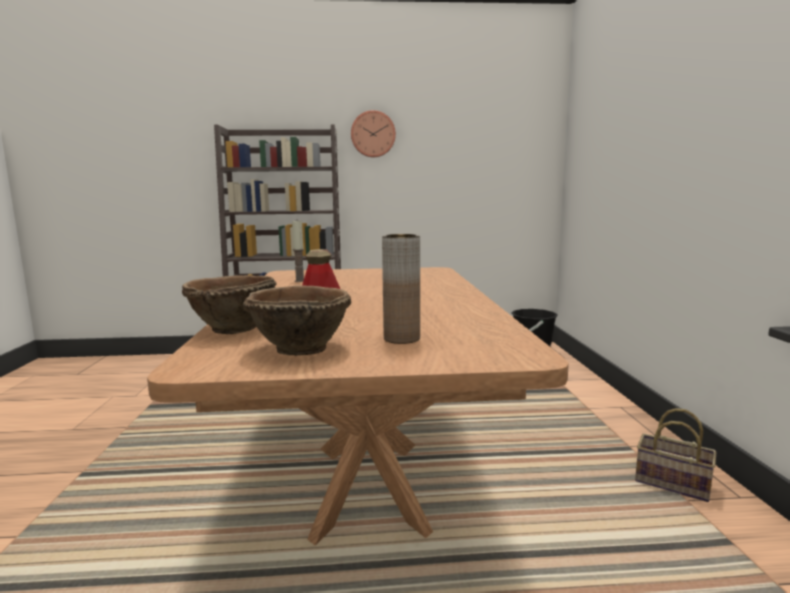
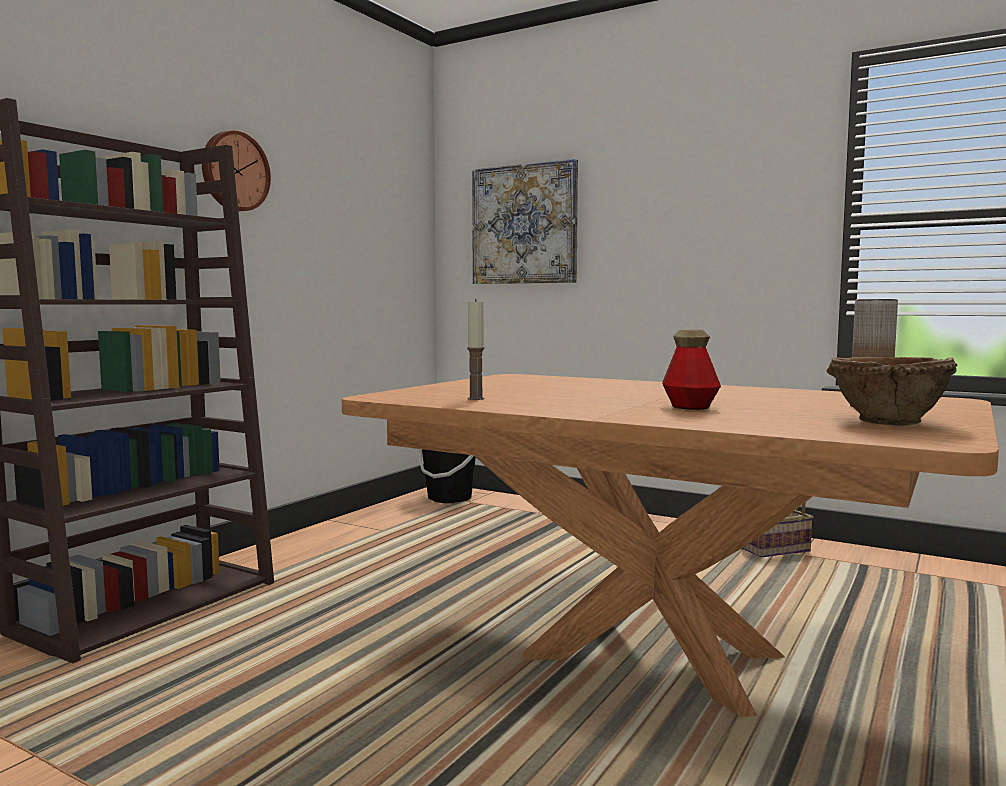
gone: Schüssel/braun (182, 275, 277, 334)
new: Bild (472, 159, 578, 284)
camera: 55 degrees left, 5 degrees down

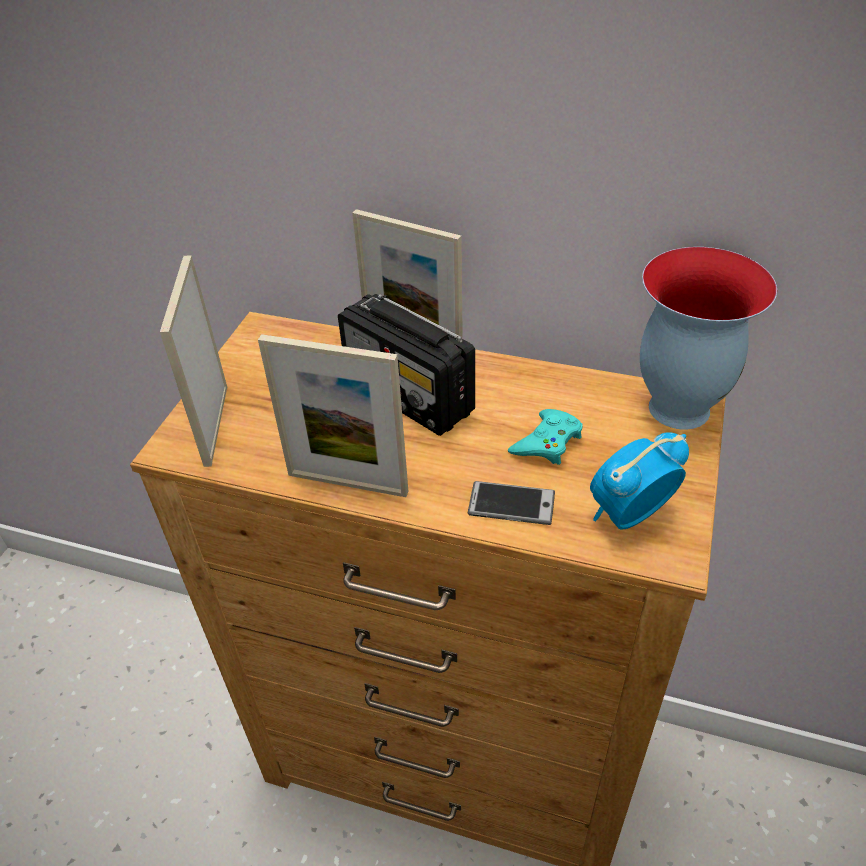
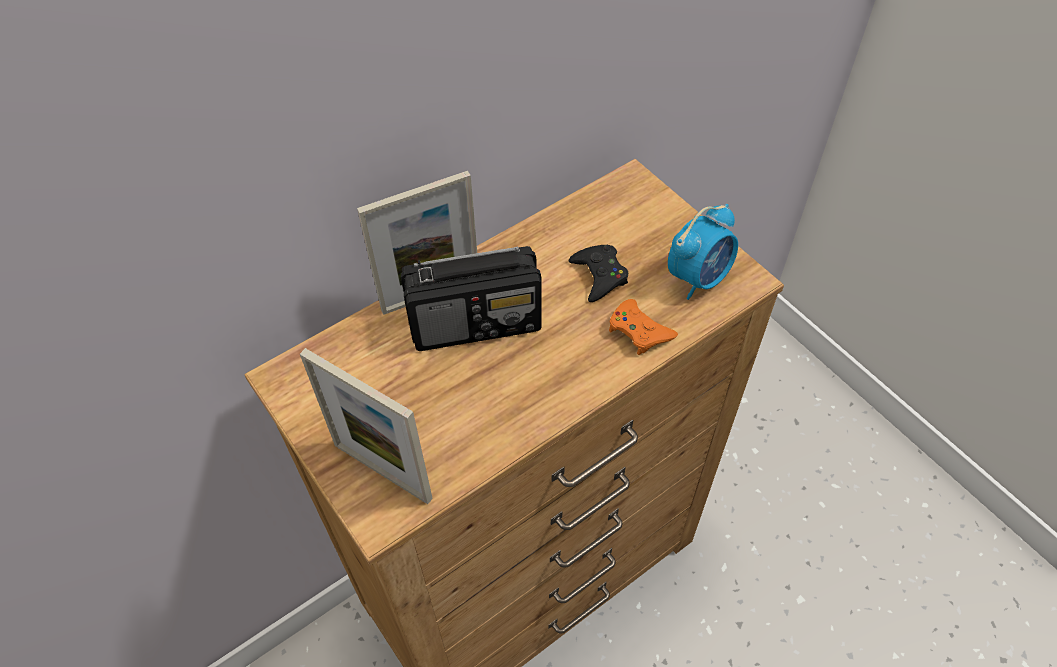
gone: Bilderrahmen (258, 334, 408, 497); Vase (640, 247, 777, 430)
swapped: Handy (468, 481, 555, 525) to Gamepad/orange (609, 299, 678, 355)
repainted: Gamepad/türkis (508, 409, 583, 465) to Gamepad/schwarz (569, 245, 628, 302)
rotated: Wecker (590, 432, 689, 529) = (668, 204, 738, 300) 135 degrees counterclockwise
camera: 55 degrees left, 10 degrees up

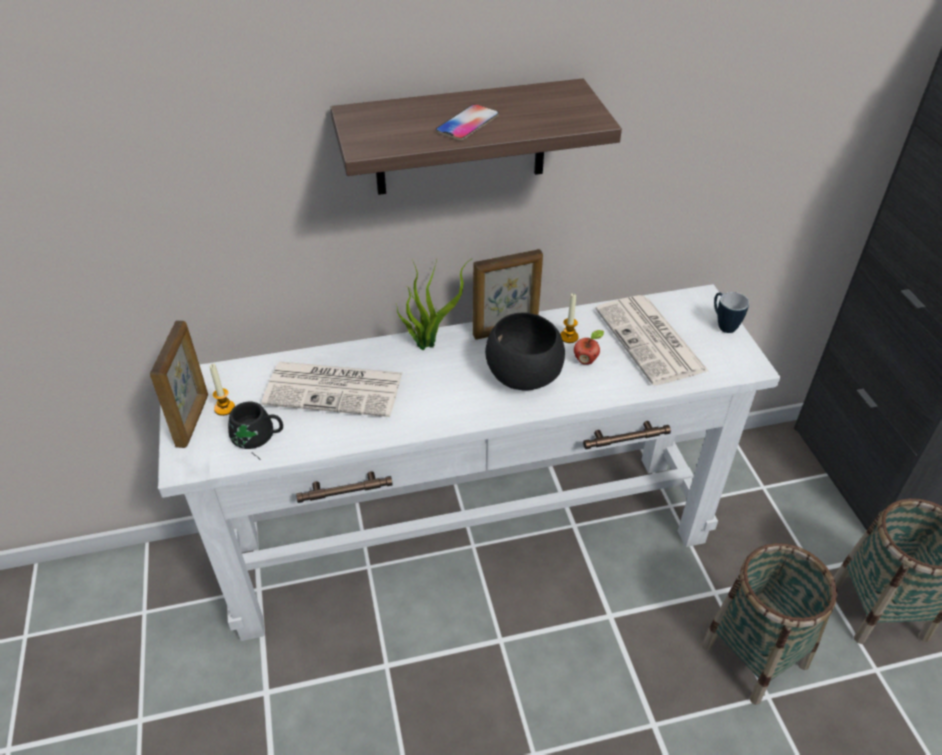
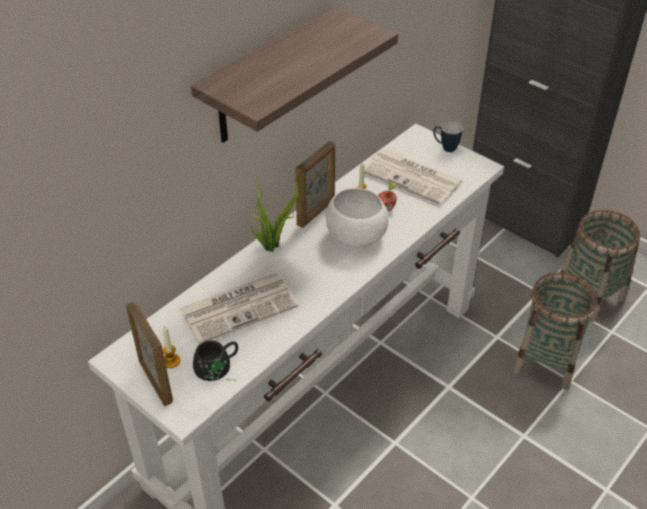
gone: Handy (436, 104, 499, 140)
repainted: Schüssel/schwarz (485, 312, 565, 390) to Schüssel/weiß (326, 188, 389, 248)
camera: 35 degrees left, 0 degrees up

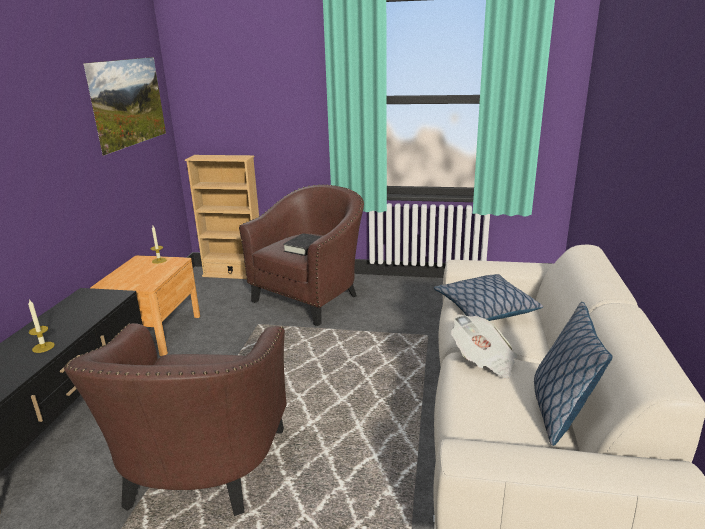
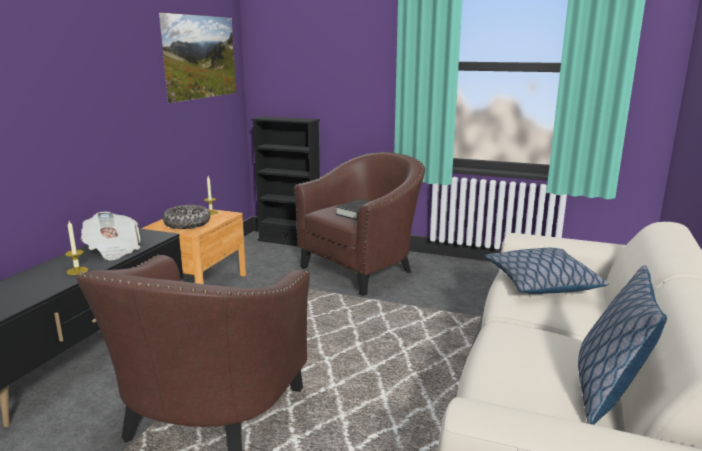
new: Schüssel (163, 205, 210, 229)
shifted: Zeitung (451, 314, 517, 379) to (81, 211, 141, 261)
repainted: Bücherregal/beige (185, 155, 259, 279) to Bücherregal/schwarz (251, 116, 320, 246)
camera: 10 degrees right, 5 degrees down

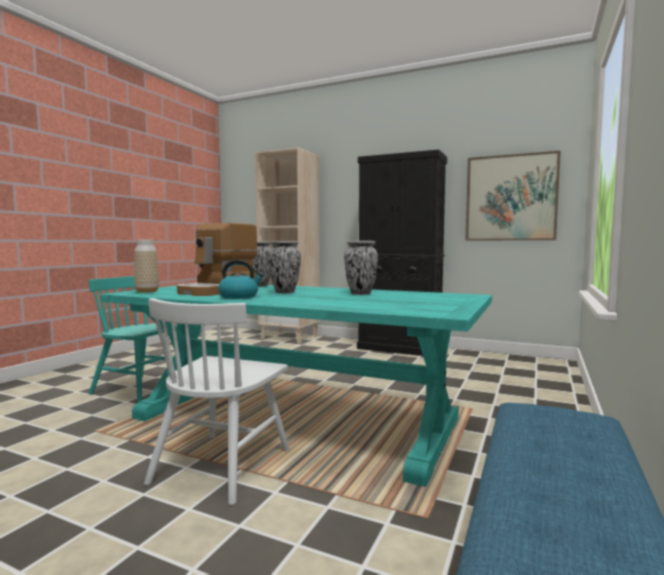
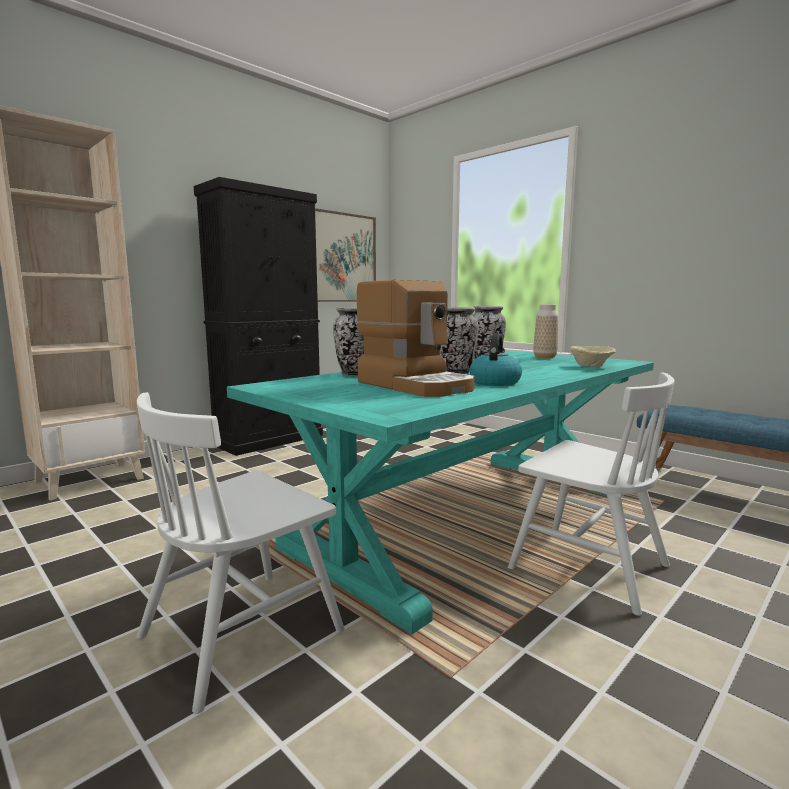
new: Schüssel/beige (570, 346, 616, 367)
shifted: Vase (134, 240, 159, 293) to (533, 304, 558, 359)
repainted: Stuhl/türkis (88, 276, 177, 403) to Stuhl/weiß (137, 392, 345, 714)
camera: 70 degrees left, 5 degrees up

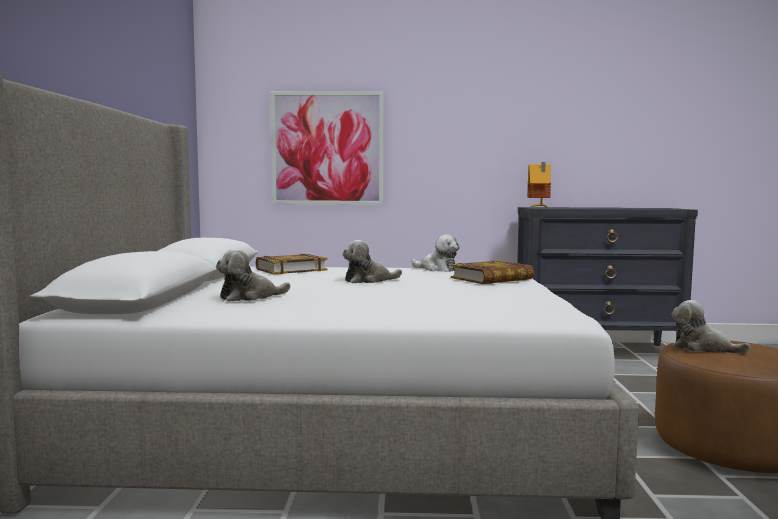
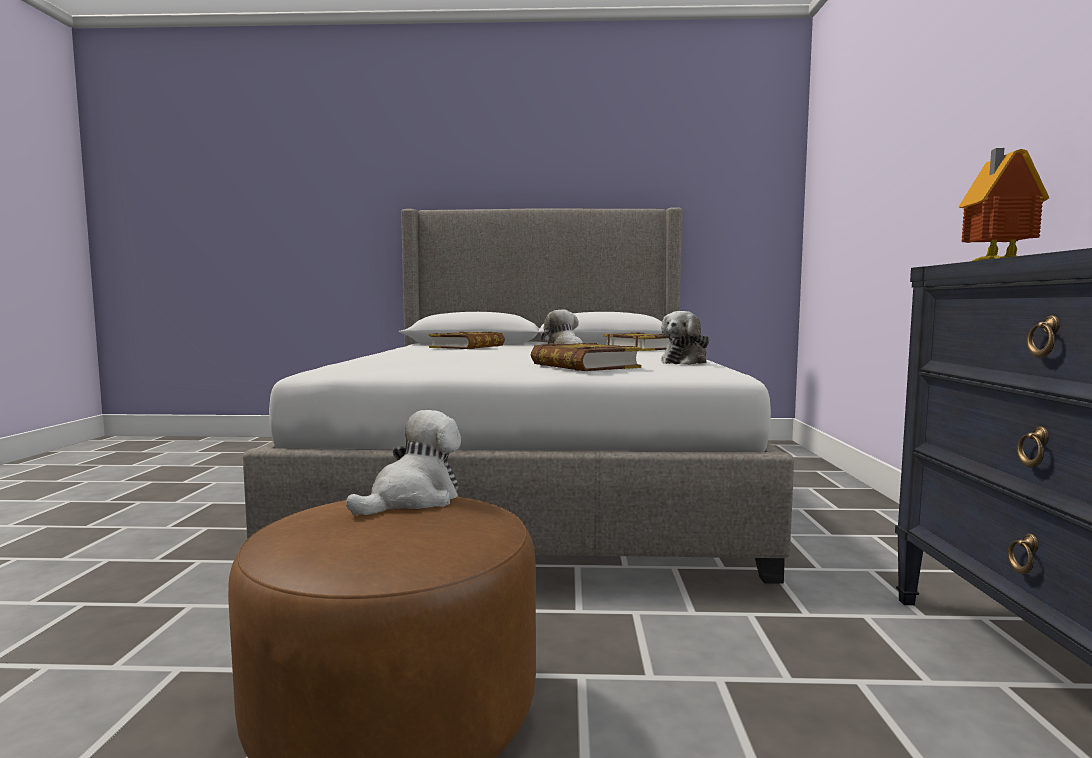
gone: Bild (270, 91, 384, 205)
swapped: Plüschtier (216, 248, 291, 302) to Buch (429, 331, 505, 349)
camera: 90 degrees right, 0 degrees up

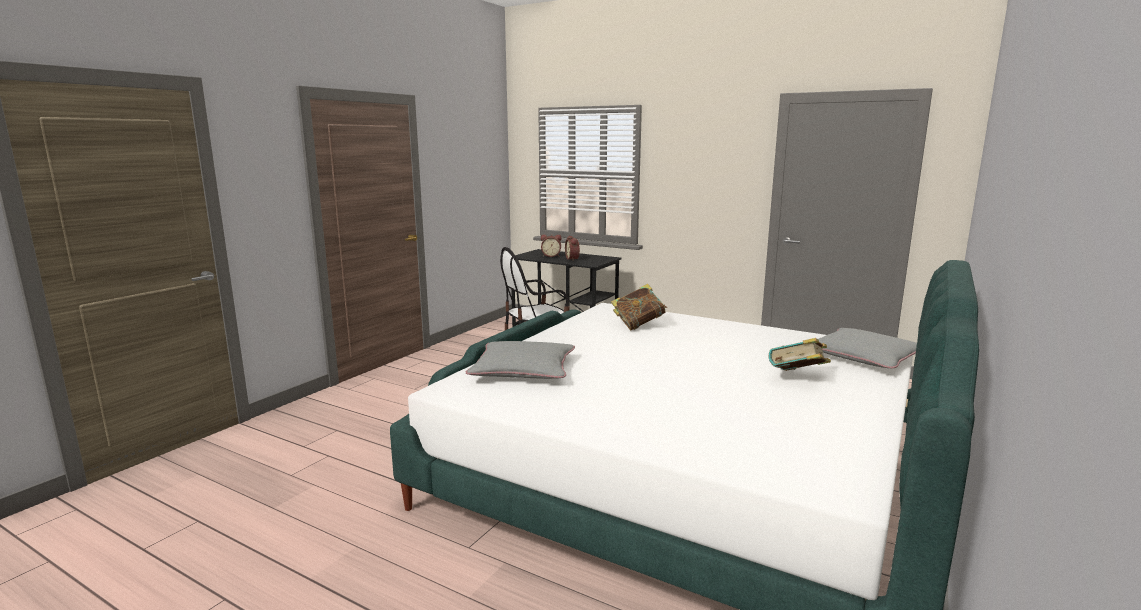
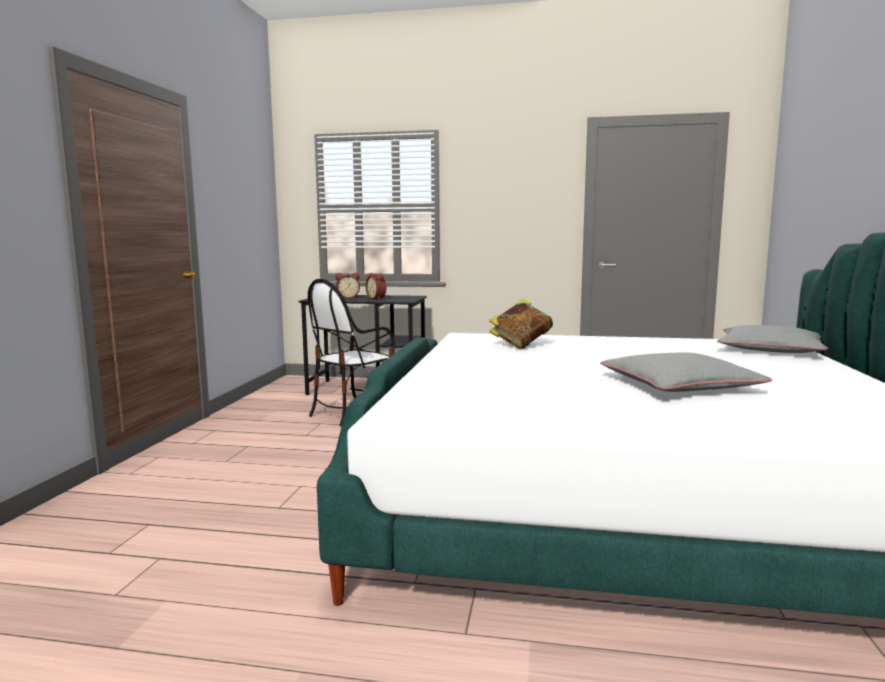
gone: Buch (769, 338, 831, 371)
shifted: Kissen/grau (466, 341, 575, 379) to (600, 352, 772, 392)
camera: 20 degrees left, 5 degrees down

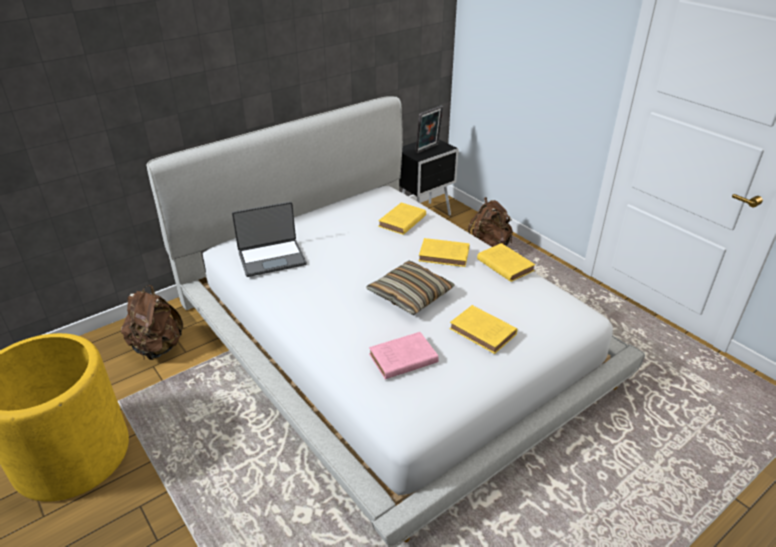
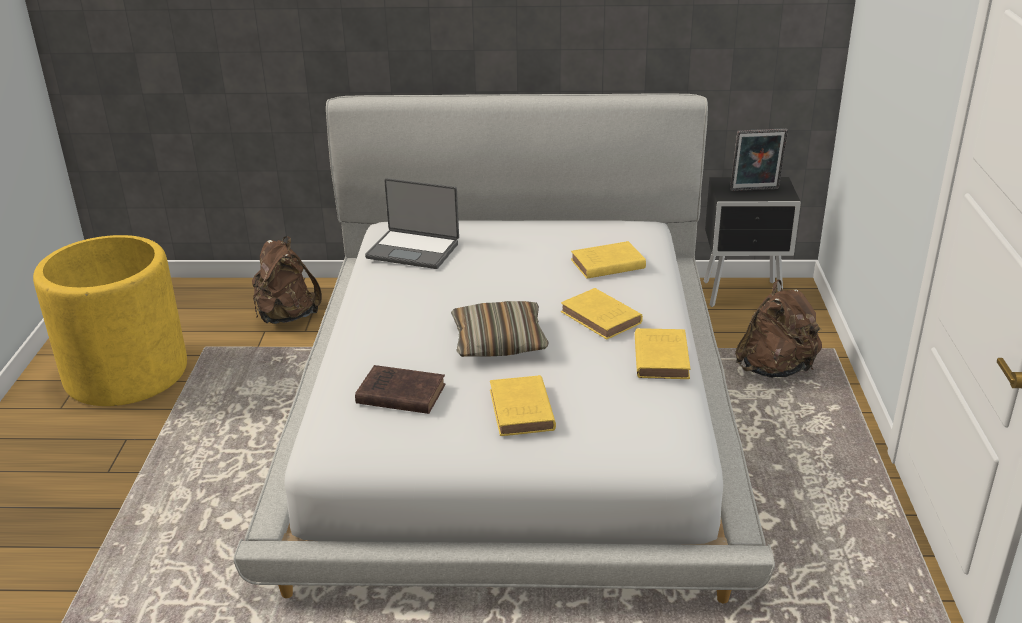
repainted: Buch/rosa (369, 332, 439, 379) to Buch/braun (355, 365, 445, 414)
camera: 40 degrees right, 5 degrees down

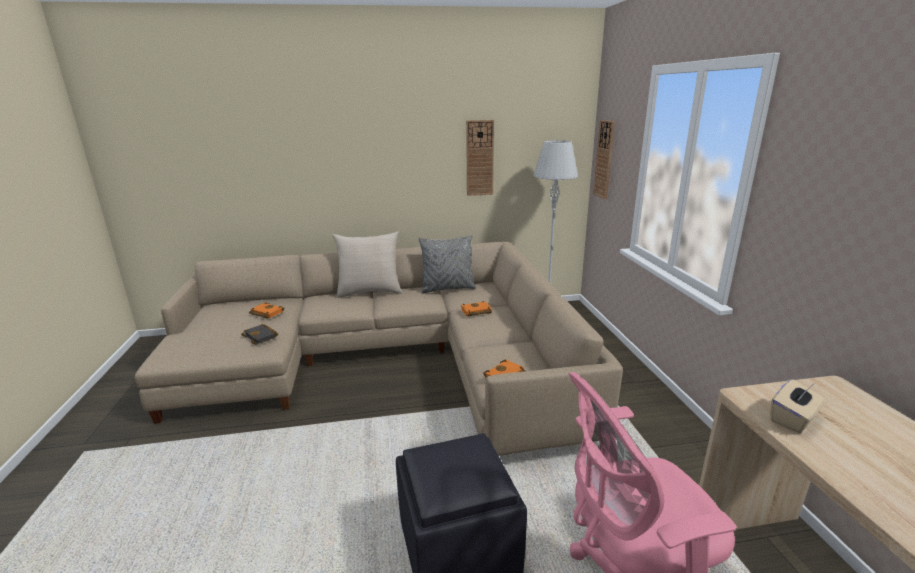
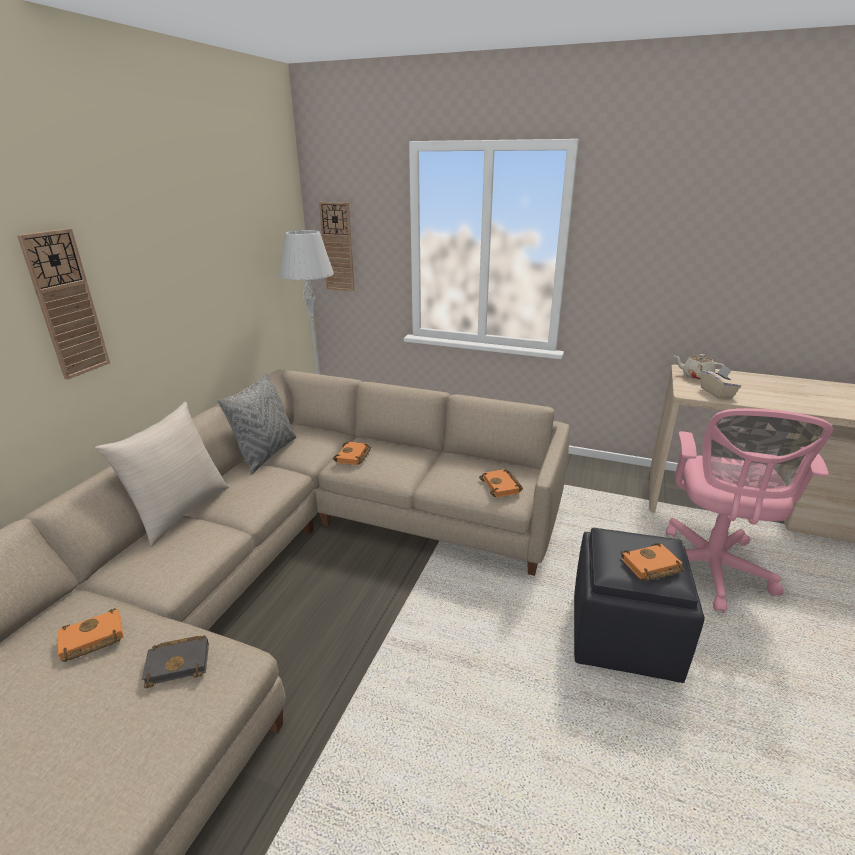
new: Buch/orange (621, 543, 684, 581); Teekanne/beige (674, 354, 725, 380)
shifted: Wanduhr (466, 120, 494, 196) to (17, 228, 110, 380)
camera: 60 degrees left, 5 degrees up

